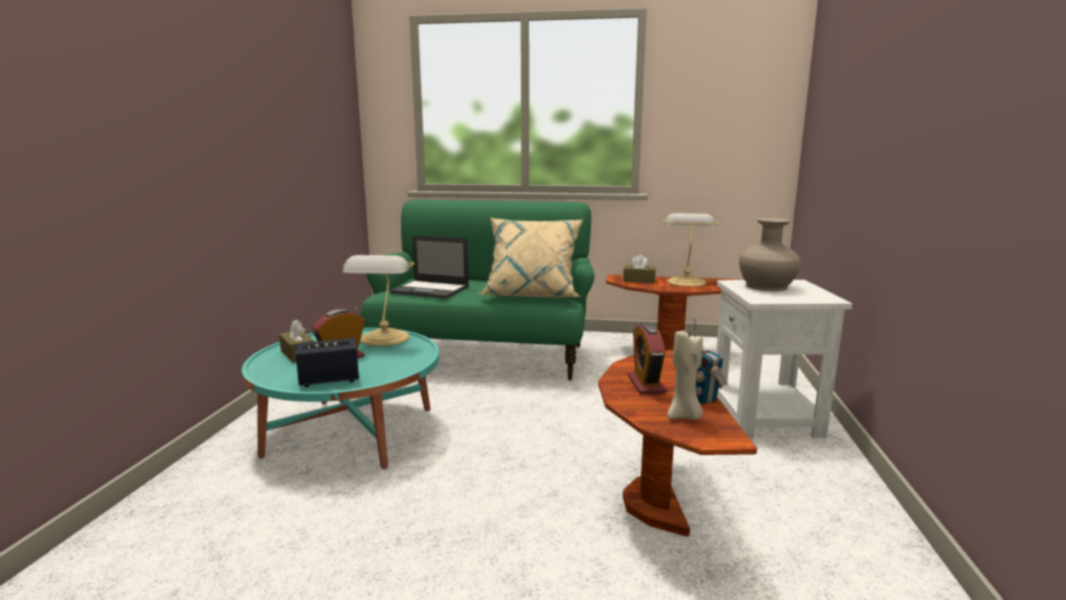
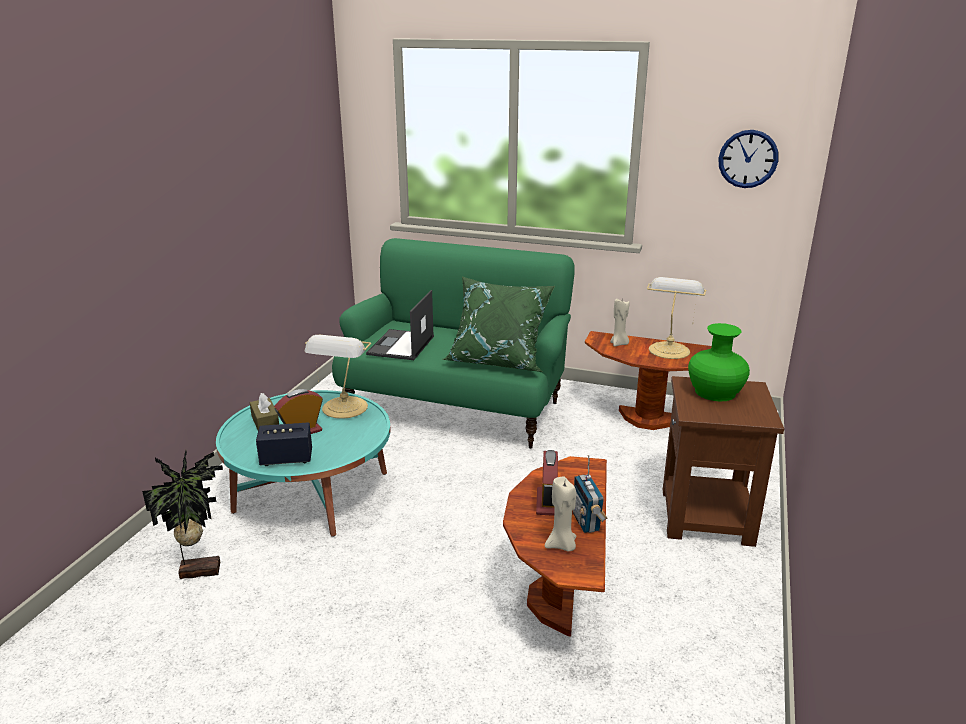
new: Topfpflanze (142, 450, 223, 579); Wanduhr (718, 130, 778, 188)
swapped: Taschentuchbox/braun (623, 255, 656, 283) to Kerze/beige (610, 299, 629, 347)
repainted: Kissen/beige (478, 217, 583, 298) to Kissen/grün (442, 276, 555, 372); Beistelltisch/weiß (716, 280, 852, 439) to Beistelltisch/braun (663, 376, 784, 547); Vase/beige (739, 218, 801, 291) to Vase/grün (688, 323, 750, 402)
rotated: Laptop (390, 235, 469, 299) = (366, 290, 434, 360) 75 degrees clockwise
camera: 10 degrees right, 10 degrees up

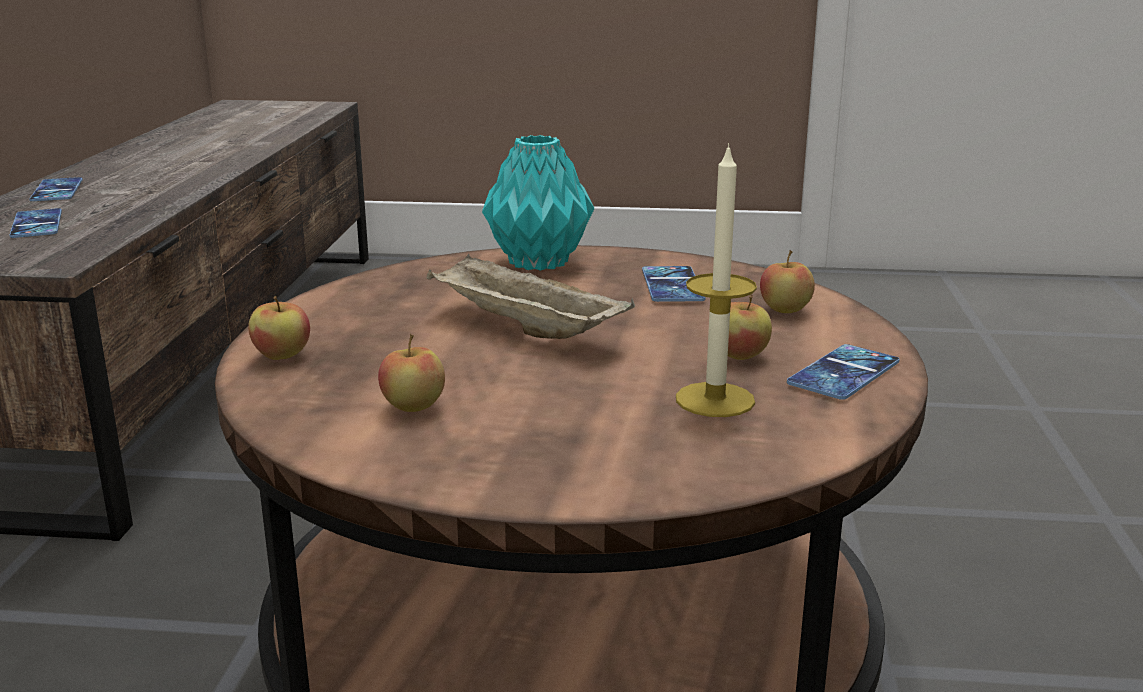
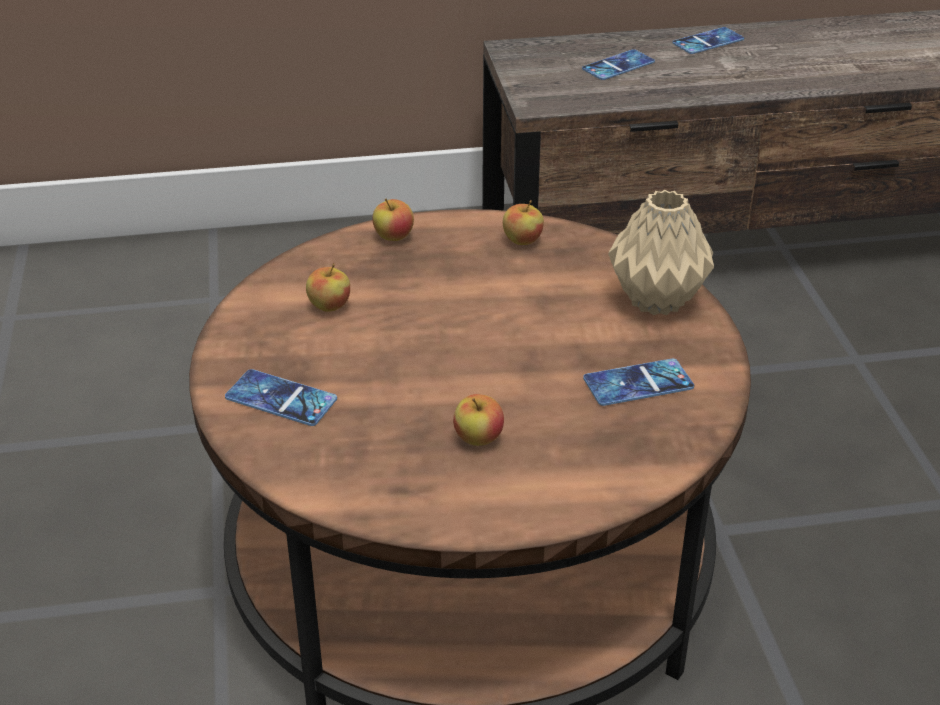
gone: Tablett/beige (427, 253, 635, 339); Kerze (676, 143, 757, 417)
shifted: Apfel (760, 250, 815, 313) to (503, 200, 544, 245); Handy (787, 344, 899, 400) to (225, 369, 337, 426)
repainted: Vase/türkis (482, 135, 594, 271) to Vase/beige (608, 190, 714, 315)
camera: 75 degrees right, 15 degrees up

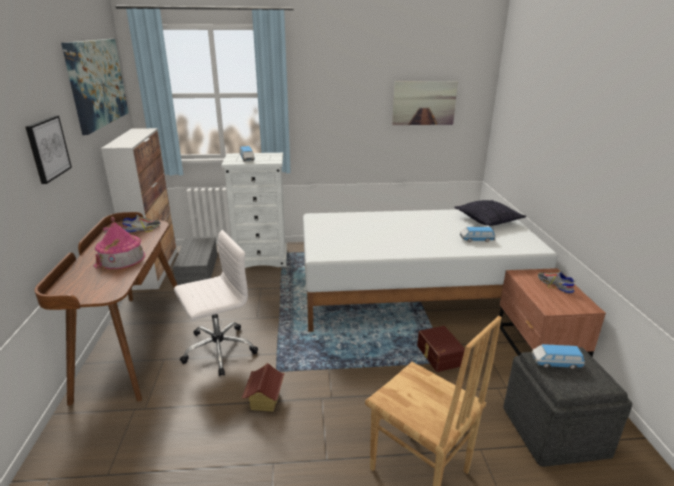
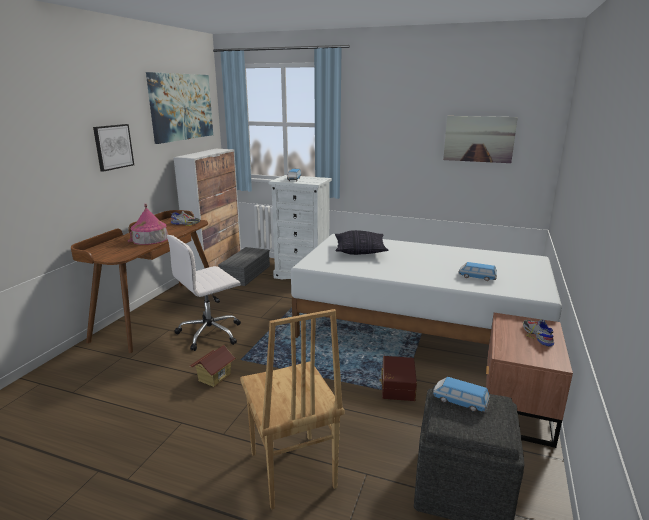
shifted: Kissen (454, 200, 526, 226) to (335, 230, 388, 255)
rotated: Bürostuhl/weiß (174, 230, 258, 376) = (167, 235, 241, 351) 150 degrees clockwise
camera: 25 degrees right, 5 degrees down

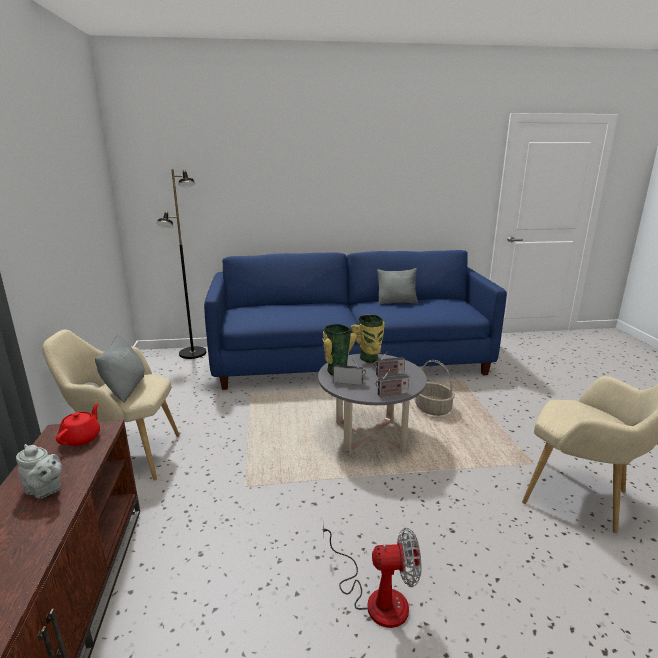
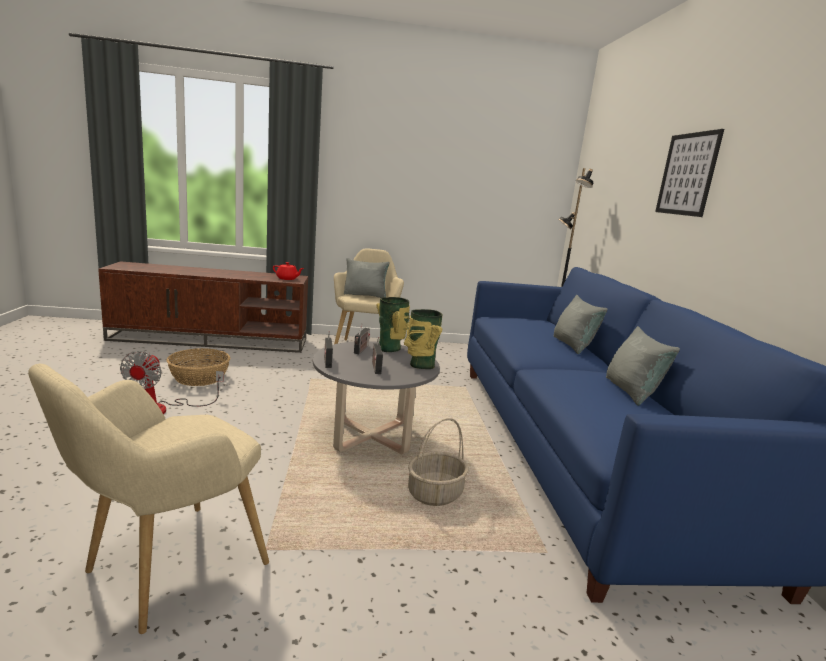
gone: Teekanne/grau (16, 444, 62, 498)
new: Korb (167, 348, 230, 386); Kissen/grau (553, 295, 608, 354); Bild (655, 129, 724, 217)
camera: 90 degrees right, 5 degrees down

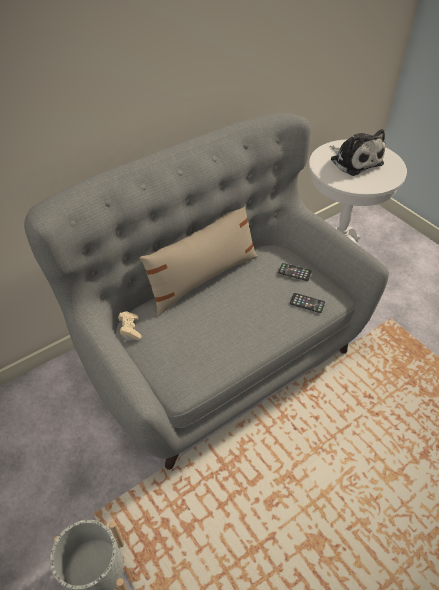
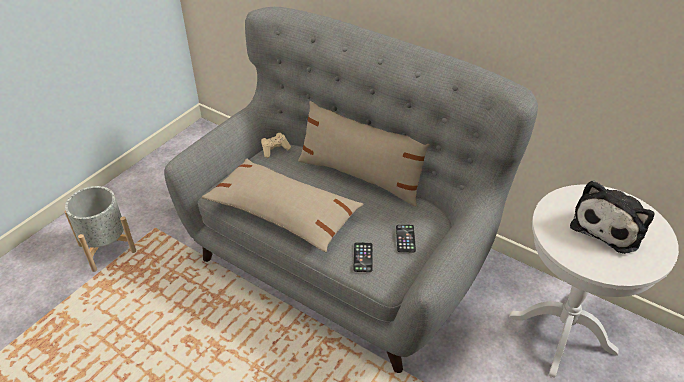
new: Kissen/beige (202, 159, 364, 252)
camera: 70 degrees right, 5 degrees down

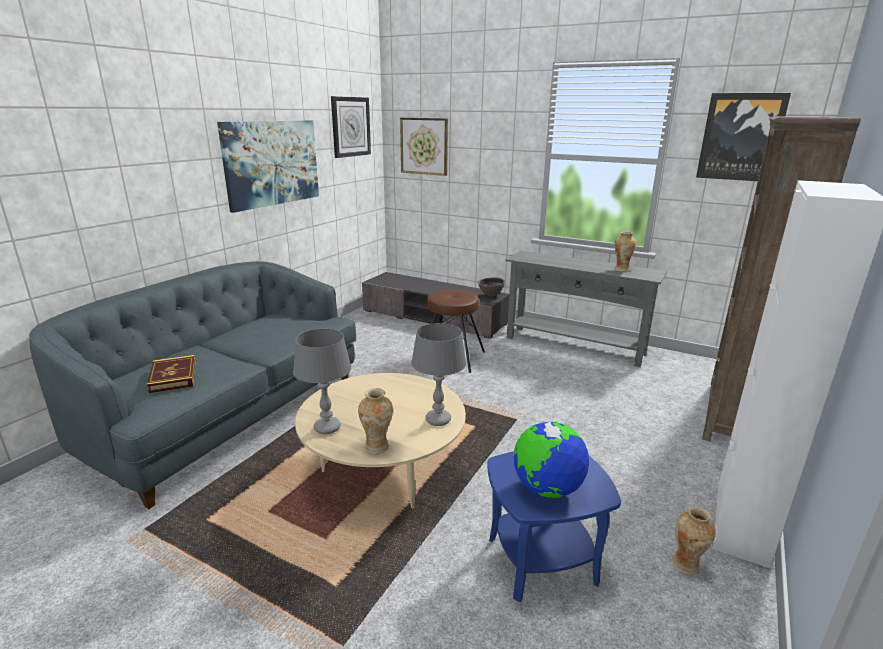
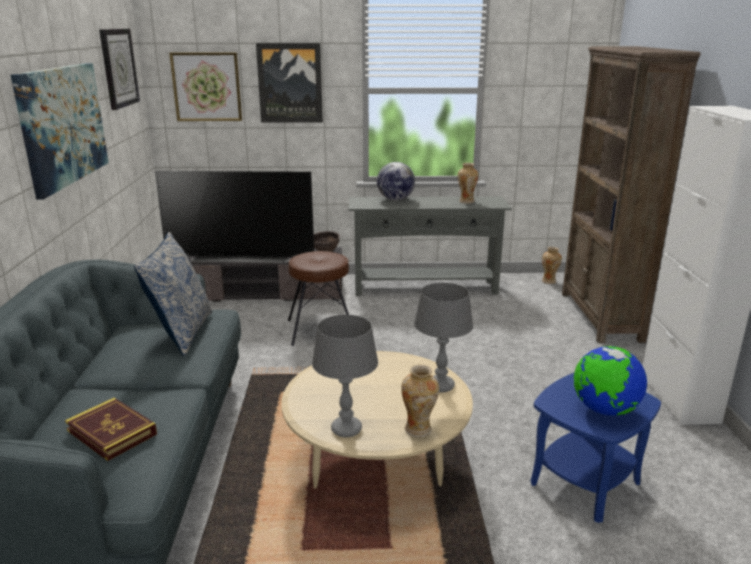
new: Kissen (134, 232, 212, 356); Fernseher (155, 171, 314, 263); Globus (377, 162, 415, 201)
shifted: Vase (672, 506, 716, 575) to (542, 247, 562, 284); Bild (696, 93, 791, 181) to (256, 43, 323, 123)
camera: 30 degrees left, 0 degrees up

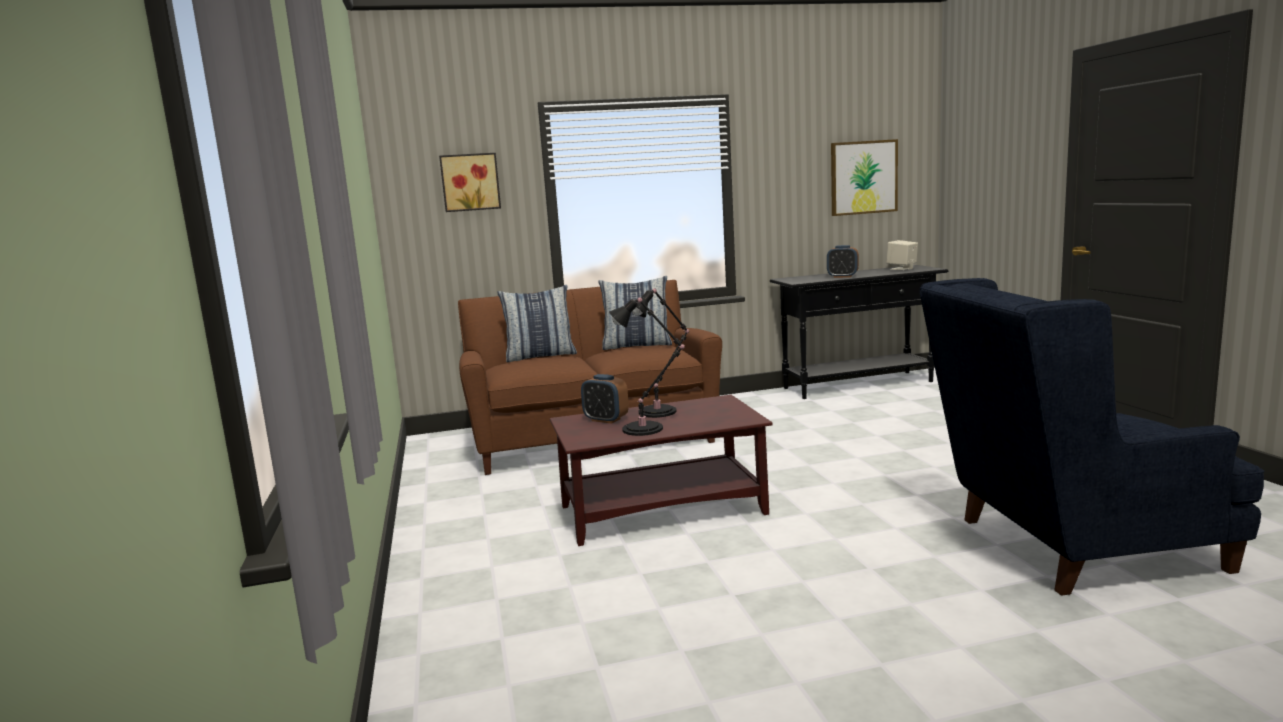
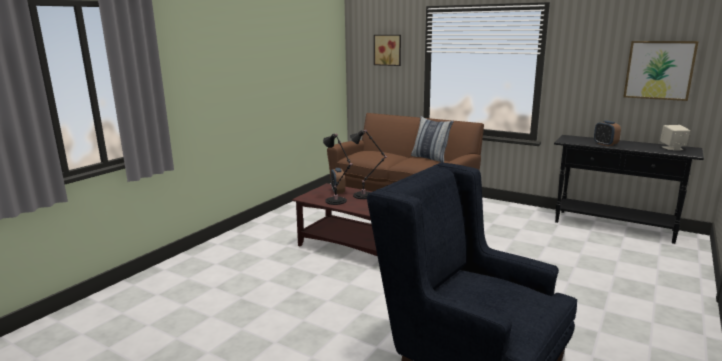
gone: Kissen (497, 285, 577, 362)
camera: 45 degrees right, 5 degrees up

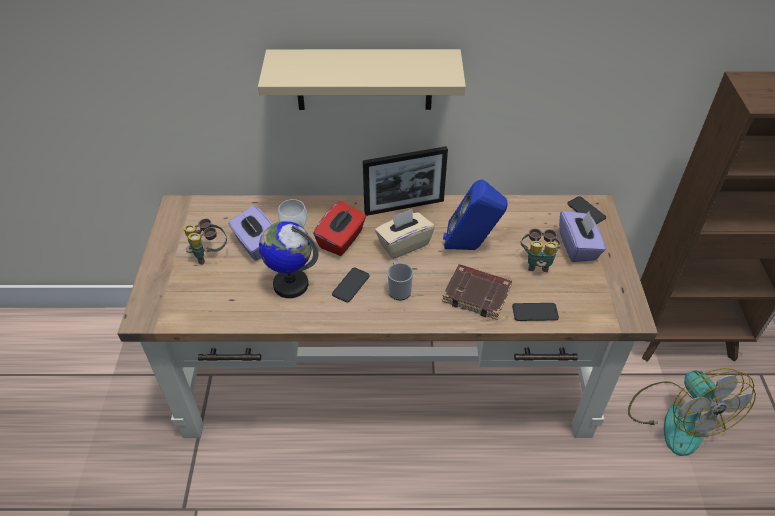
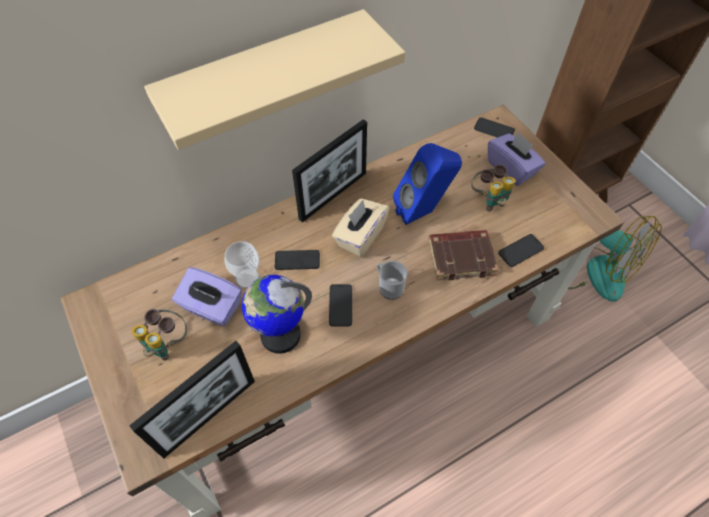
new: Bilderrahmen (129, 341, 255, 459)
swapped: Taschentuchbox/rot (313, 201, 366, 256) to Handy (275, 250, 320, 270)
camera: 30 degrees left, 10 degrees up

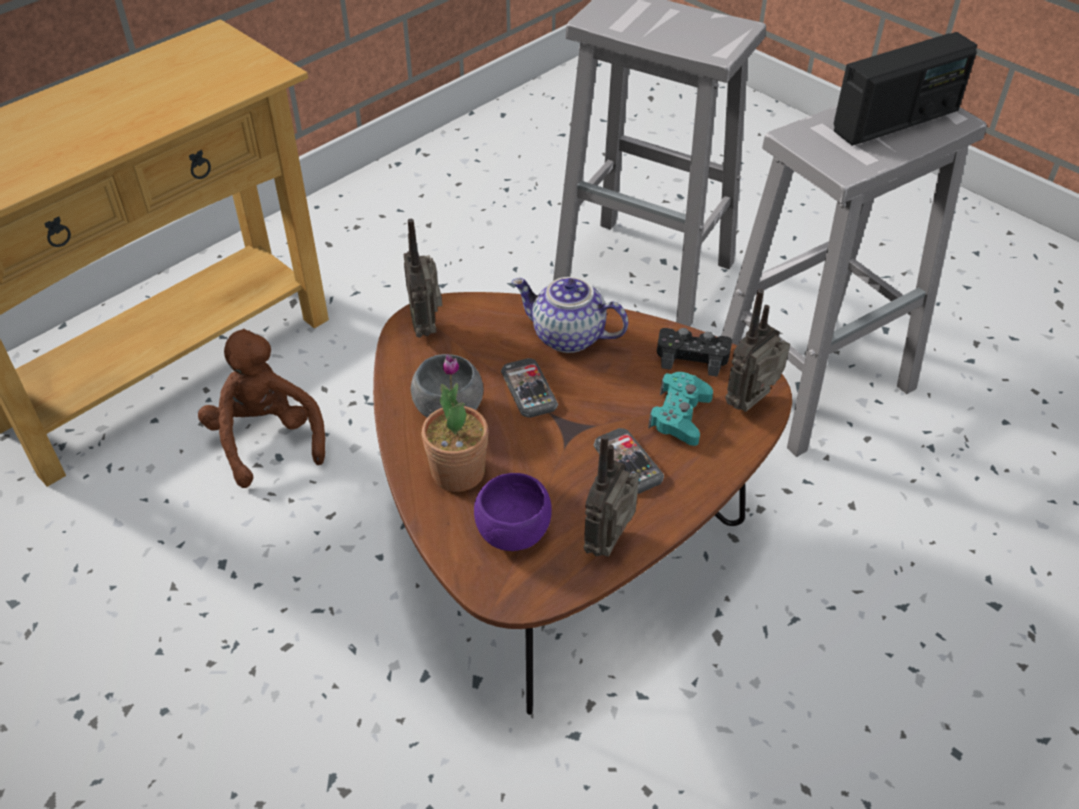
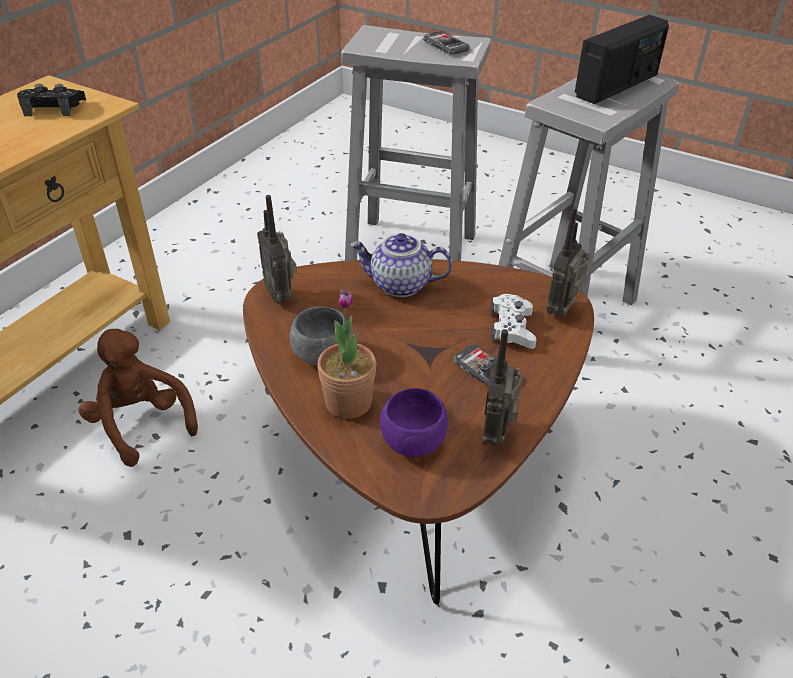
shifted: Handy (501, 358, 558, 418) to (423, 31, 470, 55); Gamepad/schwarz (657, 328, 732, 376) to (17, 84, 86, 116)
repainted: Gamepad/türkis (648, 372, 713, 446) to Gamepad/weiß (490, 294, 537, 349)
camera: 15 degrees left, 5 degrees down

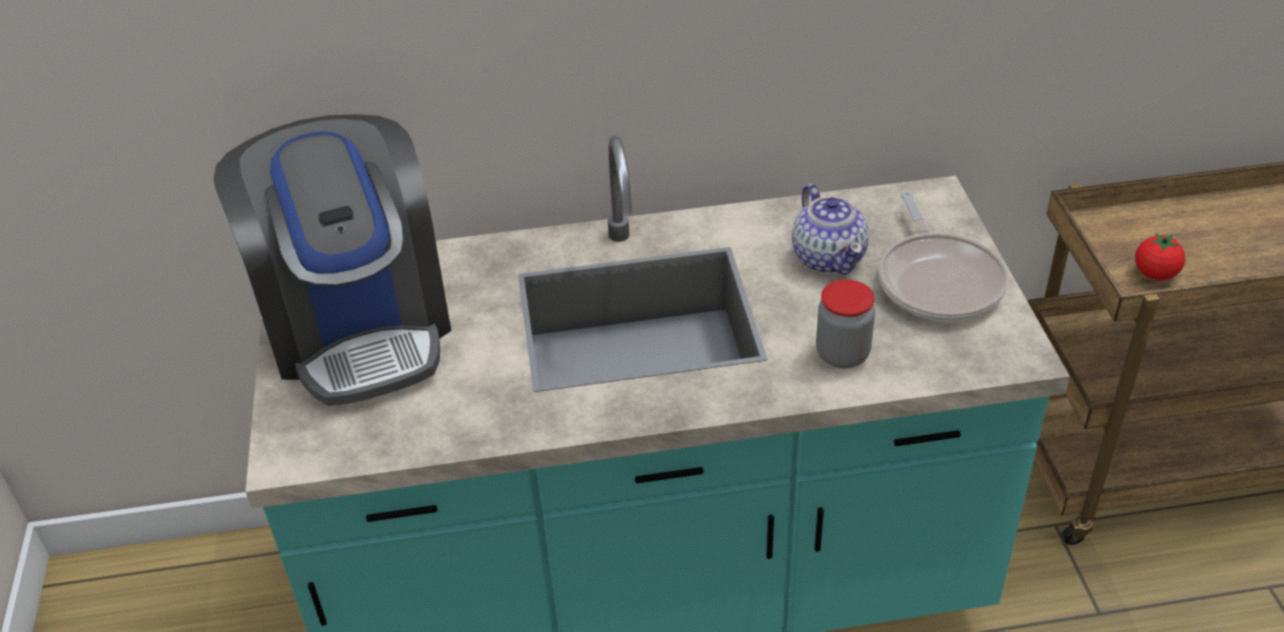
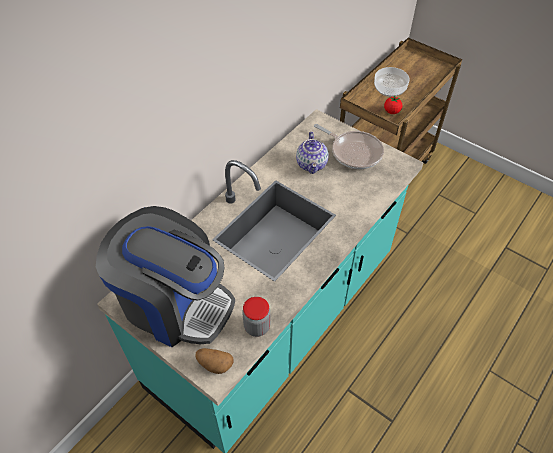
new: Kartoffel (195, 348, 234, 374); Schüssel (374, 67, 409, 97)
shifted: Vorratsglas (816, 280, 875, 368) to (242, 297, 271, 337)
rotated: Teekanne (792, 184, 869, 275) = (296, 131, 329, 174) 60 degrees clockwise
camera: 45 degrees left, 10 degrees up

